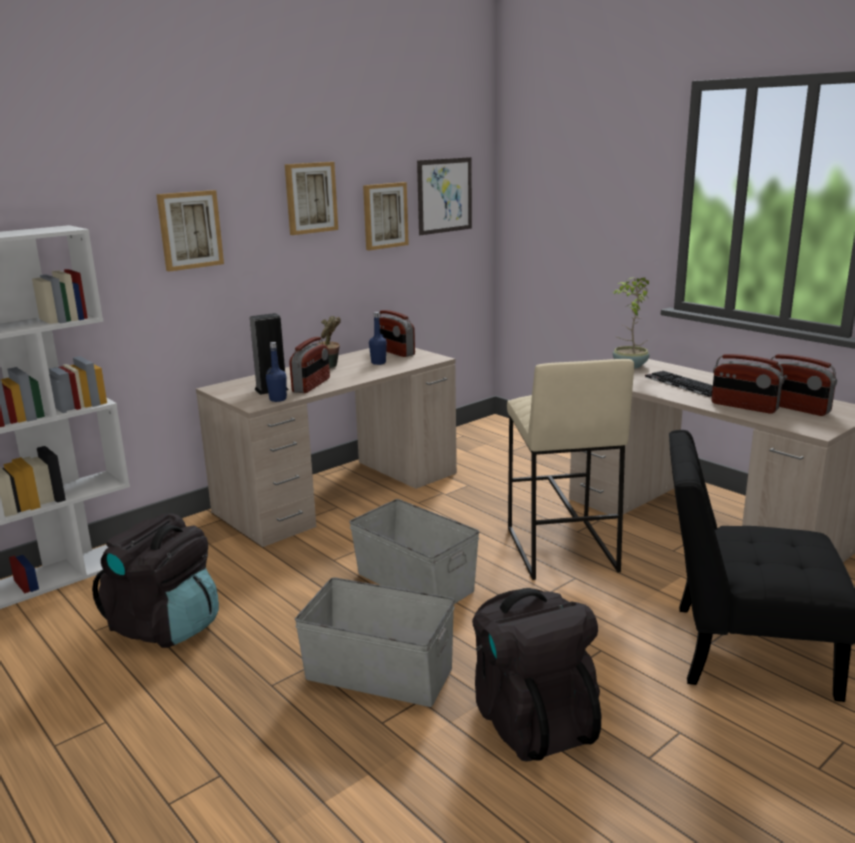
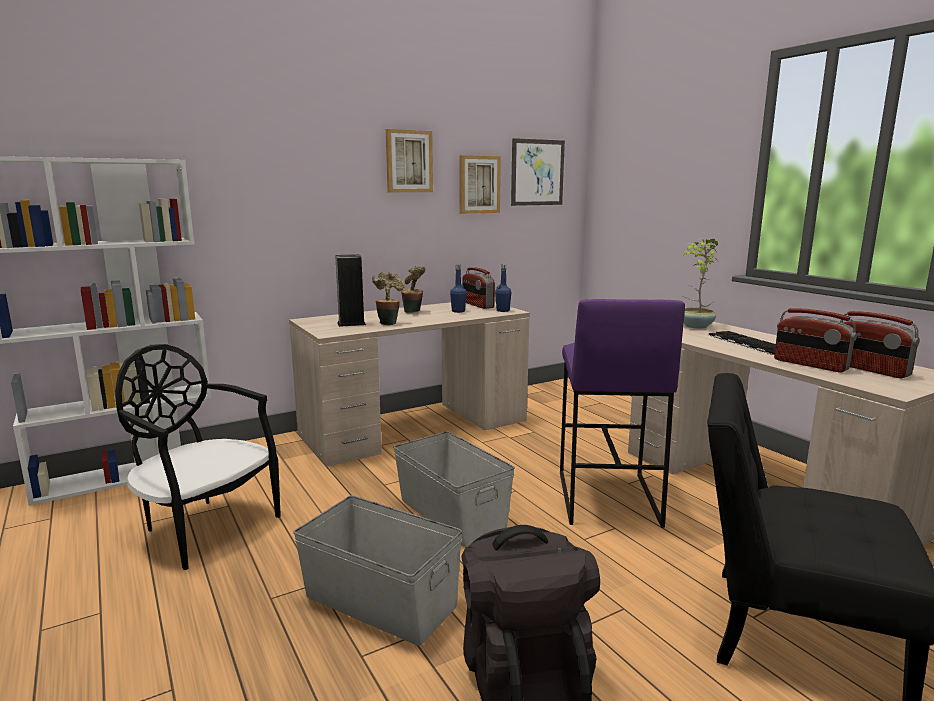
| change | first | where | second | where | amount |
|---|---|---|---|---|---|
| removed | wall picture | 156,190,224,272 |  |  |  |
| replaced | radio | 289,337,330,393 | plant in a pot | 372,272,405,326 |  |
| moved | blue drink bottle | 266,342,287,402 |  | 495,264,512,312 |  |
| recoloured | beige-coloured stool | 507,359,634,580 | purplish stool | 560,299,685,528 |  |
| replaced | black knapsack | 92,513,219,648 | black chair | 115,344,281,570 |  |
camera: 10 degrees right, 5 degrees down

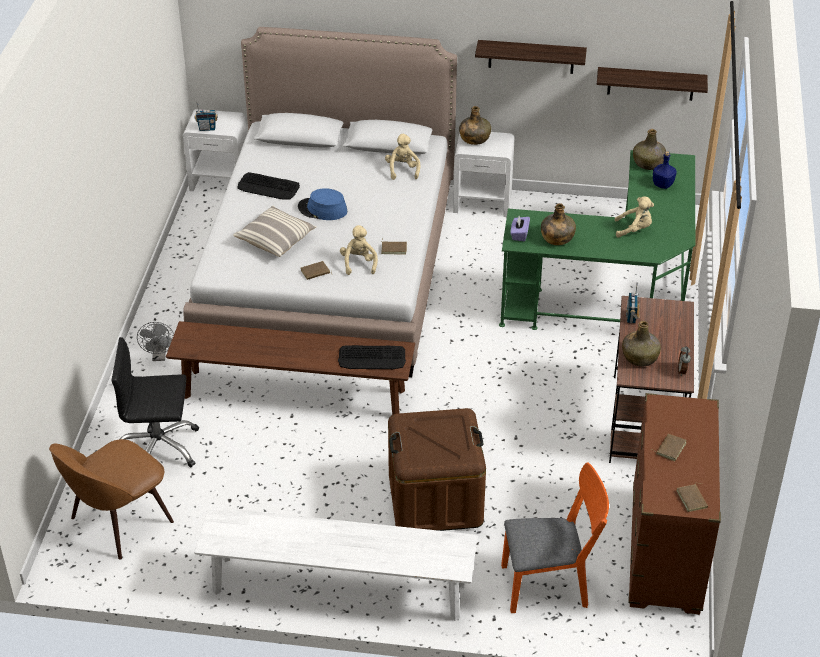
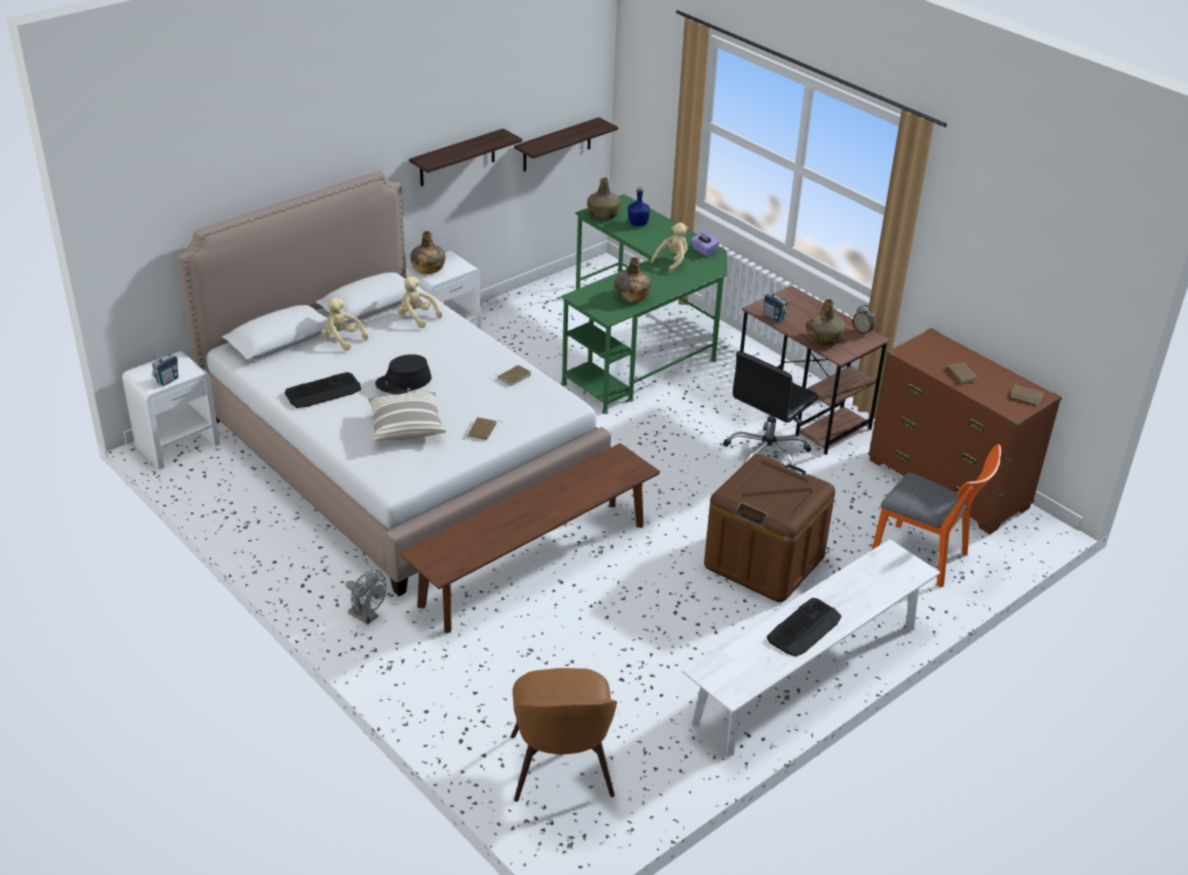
| change | first | where | second | where | amount |
|---|---|---|---|---|---|
| recoloured | blue wearable hat | 298,188,347,220 | black wearable hat | 375,354,431,394 |  |
| moved | purplish tissue holder | 511,216,530,241 |  | 691,232,720,256 |  |
| moved | beige-coloured cuddly toy | 340,225,378,275 |  | 322,298,368,351 |  |
| moved | black desk chair | 111,337,199,467 |  | 723,351,819,471 |  |
| moved | computer keyboard | 338,345,406,370 |  | 767,598,842,657 |  |
| turned | orangey chair | 501,462,609,613 |  | 872,444,1001,588 | 90 degrees clockwise |
camera: 50 degrees left, 5 degrees down

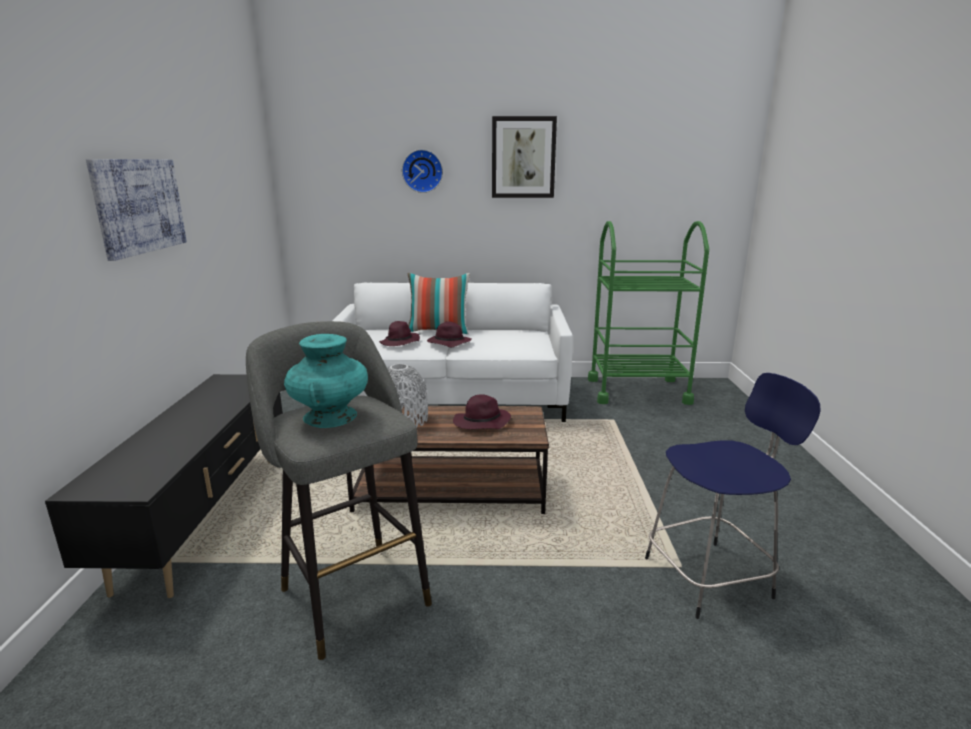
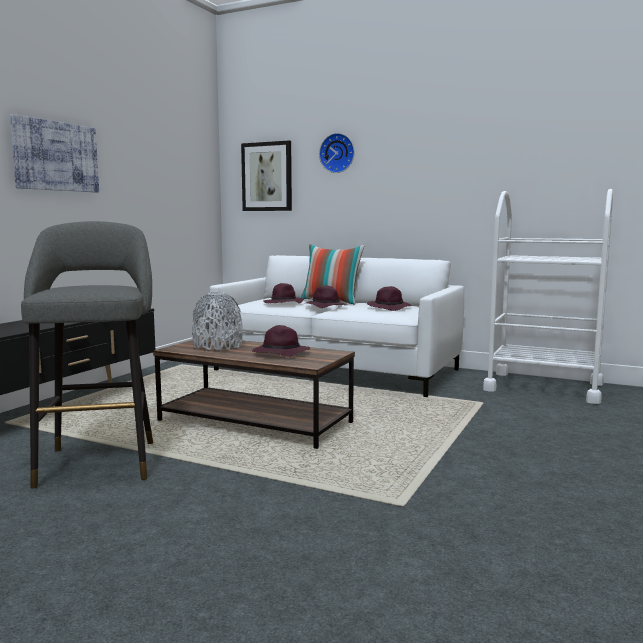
| change | first | where | second | where | amount |
|---|---|---|---|---|---|
| moved | wall picture | 492,116,557,198 |  | 241,141,292,211 |  |
| recoloured | green cart | 588,221,709,405 | white-coloured cart | 483,189,613,404 |  |
| removed | blue-green decorative vase | 284,334,368,428 |  |  |  |
| removed | blue stool | 645,373,820,619 |  |  |  |
| added |  |  | purplish wearable hat | 367,286,411,311 |  |
camera: 25 degrees right, 10 degrees down

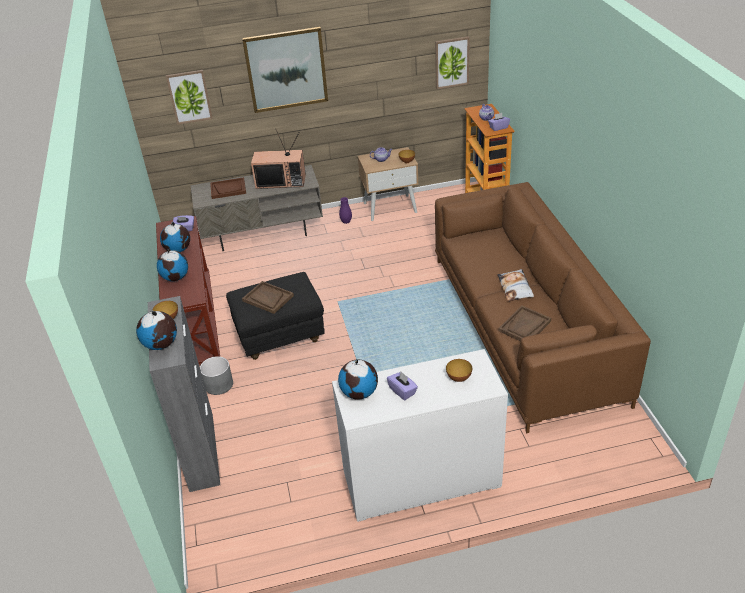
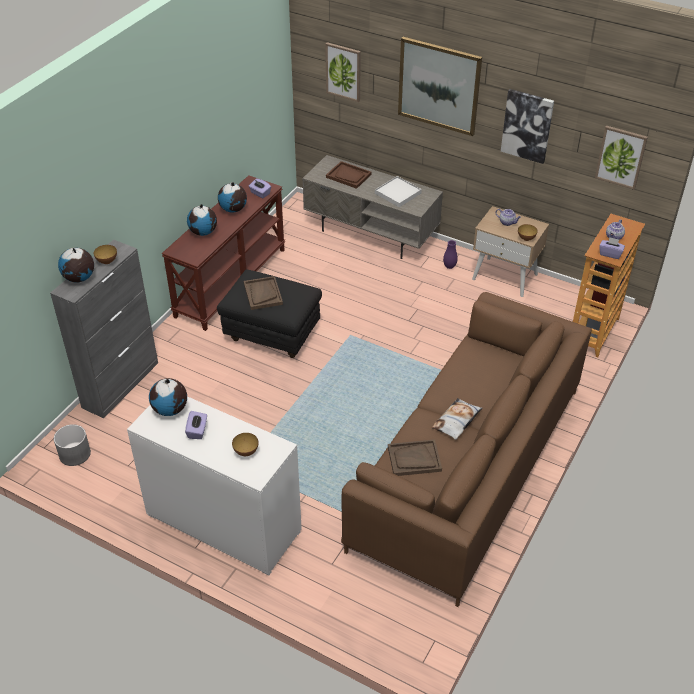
| change | first | where | second | where | amount |
|---|---|---|---|---|---|
| replaced | television | 251,130,306,189 | white-coloured tray | 375,176,422,207 |  |
| moved | grey planter | 200,356,233,395 |  | 54,424,91,466 |  |
| added |  |  | wall picture | 501,89,554,164 |  |
camera: 40 degrees right, 5 degrees up

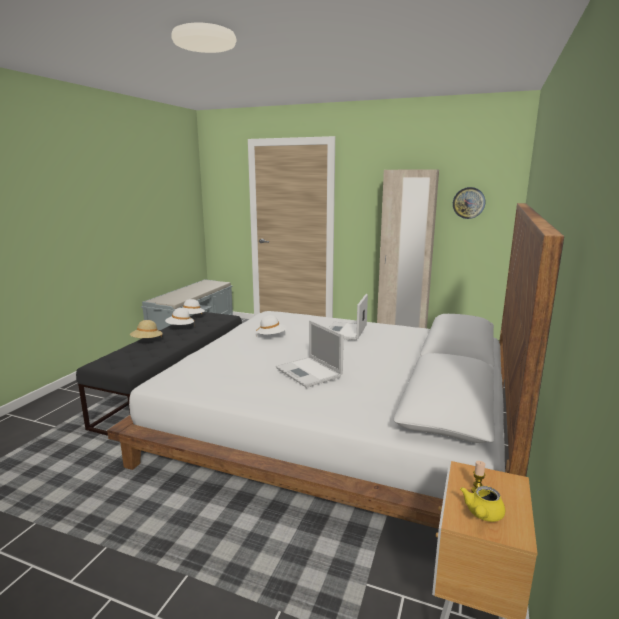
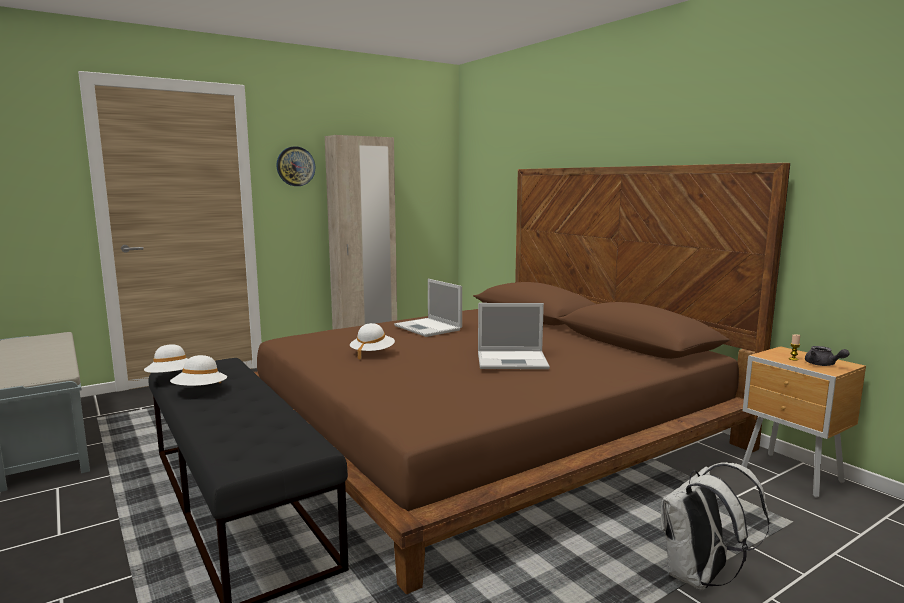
| change | first | where | second | where | amount |
|---|---|---|---|---|---|
| moved | hanging clock | 453,187,485,219 |  | 277,146,315,186 |  |
| recoloured | white-coloured bedroom bed | 107,203,564,529 | brown-coloured bedroom bed | 254,163,790,594 |  |
| removed | beige-coloured wearable hat | 130,320,163,338 |  |  |  |
| recoloured | yellow-coloured teapot | 460,486,505,522 | grey teapot | 805,346,850,366 |  |
| added |  |  | white-coloured knapsack | 661,462,769,590 |  |
camera: 55 degrees left, 5 degrees down

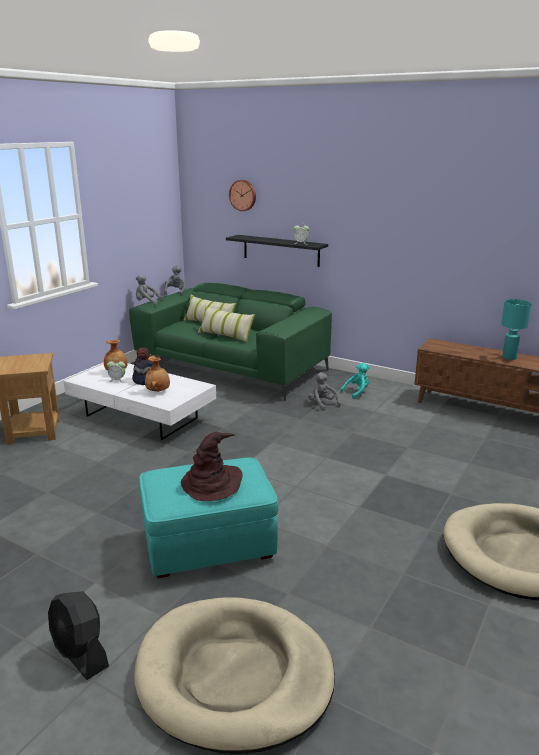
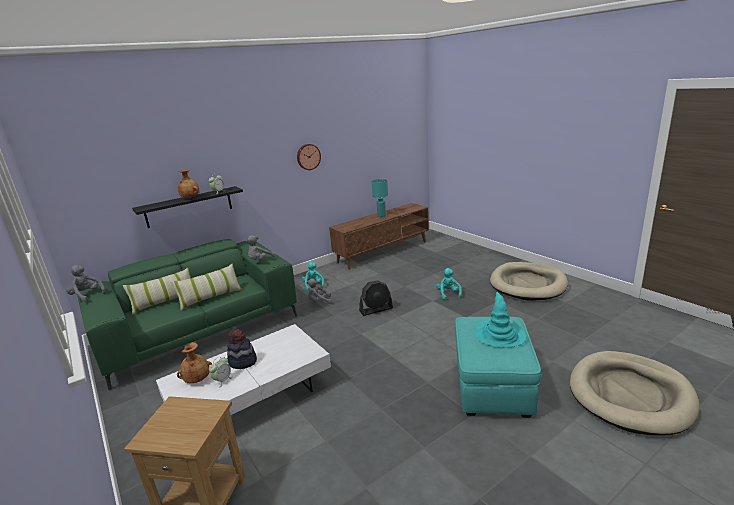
| change | first | where | second | where | amount |
|---|---|---|---|---|---|
| moved | hanging clock | 229,180,256,211 |  | 297,144,321,170 |  |
| moved | grey cuddly toy | 136,274,163,305 |  | 246,235,276,260 |  |
| moved | brown-coloured decorative vase | 145,356,170,392 |  | 178,169,199,198 |  |
| recoloured | brown-coloured wearable hat | 181,432,242,501 | blue-green wearable hat | 475,292,526,348 |  |
| moved | black cooling fan | 48,591,109,680 |  | 359,280,393,316 |  |
| added |  |  | blue-green cuddly toy | 436,268,462,300 |  |
camera: 65 degrees left, 0 degrees up

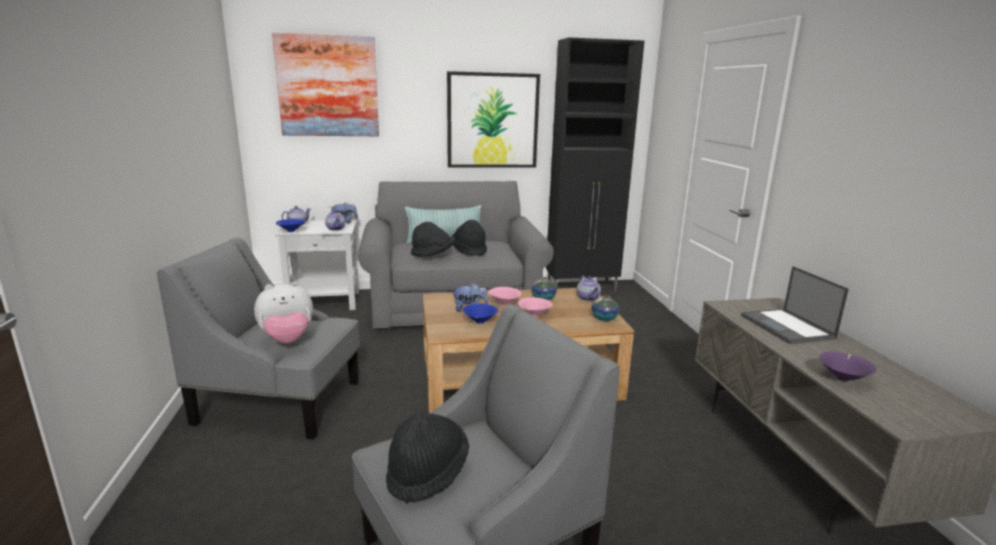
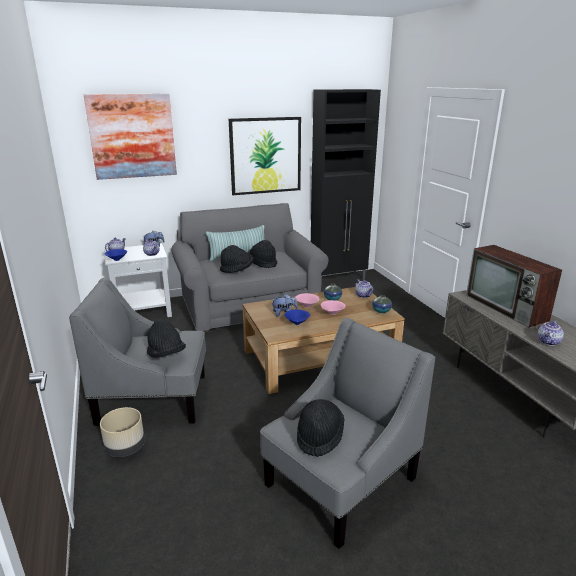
| change | first | where | second | where | amount |
|---|---|---|---|---|---|
| replaced | portable computer | 741,266,849,344 | television | 466,245,562,328 |  |
| replaced | cuddly toy | 254,282,313,343 | black wearable hat | 147,319,186,358 |  |
| replaced | purplish serving bowl | 819,351,877,382 | teapot | 537,320,564,346 |  |
| added |  |  | beige-coloured planter | 100,407,145,457 |  |
camera: 10 degrees left, 5 degrees up

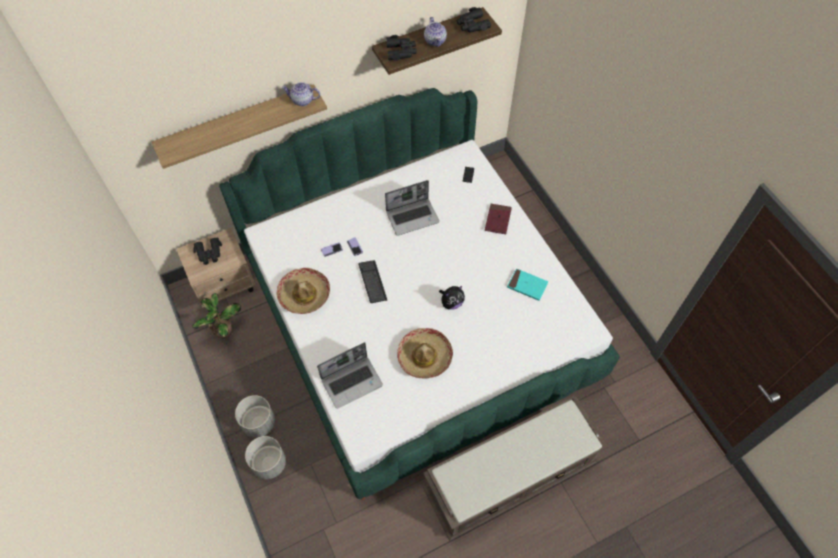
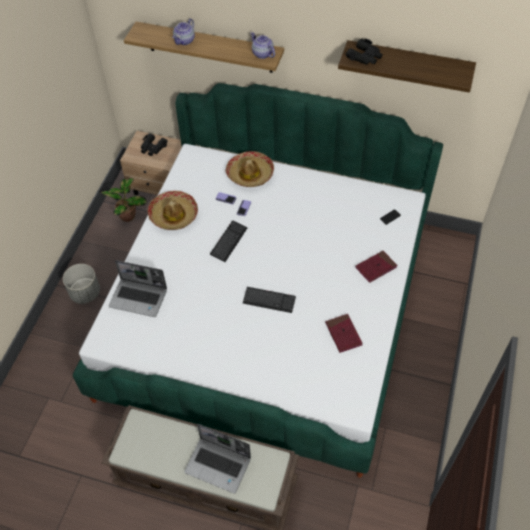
| change | first | where | second | where | amount |
|---|---|---|---|---|---|
| removed | black binoculars | 457,7,491,33 |  |  |  |
| moved | teapot | 424,17,447,47 |  | 172,19,195,45 |  |
| moved | portable computer | 385,180,439,236 |  | 184,424,251,494 |  |
| recoloured | blue-green book | 507,268,548,301 | red book | 325,314,362,353 |  |
| replaced | cuddly toy | 439,286,465,310 | computer keyboard | 243,287,296,313 |  |
| moved | wearable hat | 397,328,453,379 |  | 225,151,274,187 |  |
| removed | grey planter | 245,436,286,479 |  |  |  |
camera: 45 degrees right, 5 degrees down

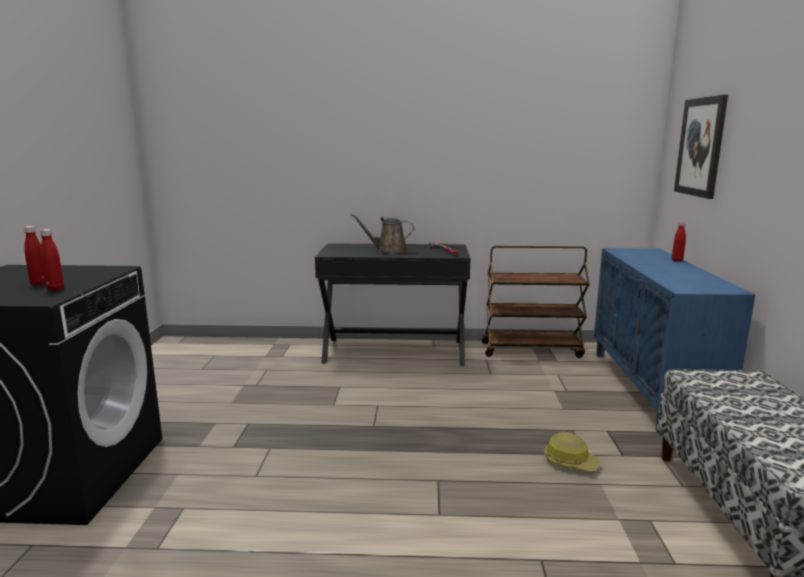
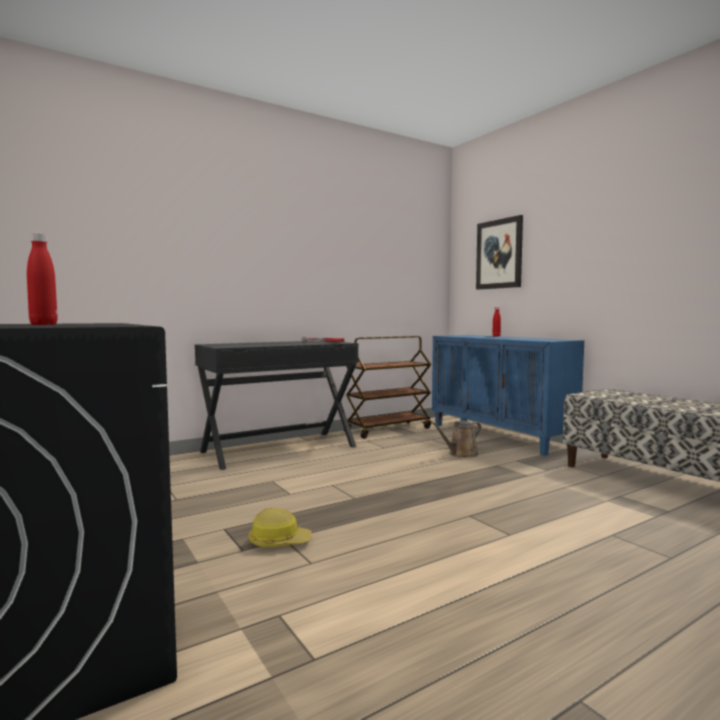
| change | first | where | second | where | amount |
|---|---|---|---|---|---|
| moved | brown-coloured watering can | 350,214,414,254 |  | 431,421,482,457 |  |
| removed | red drink bottle | 40,229,64,291 |  |  |  |
| moved | hard hat | 544,431,601,472 |  | 248,508,312,547 |  |
camera: 35 degrees left, 10 degrees down

